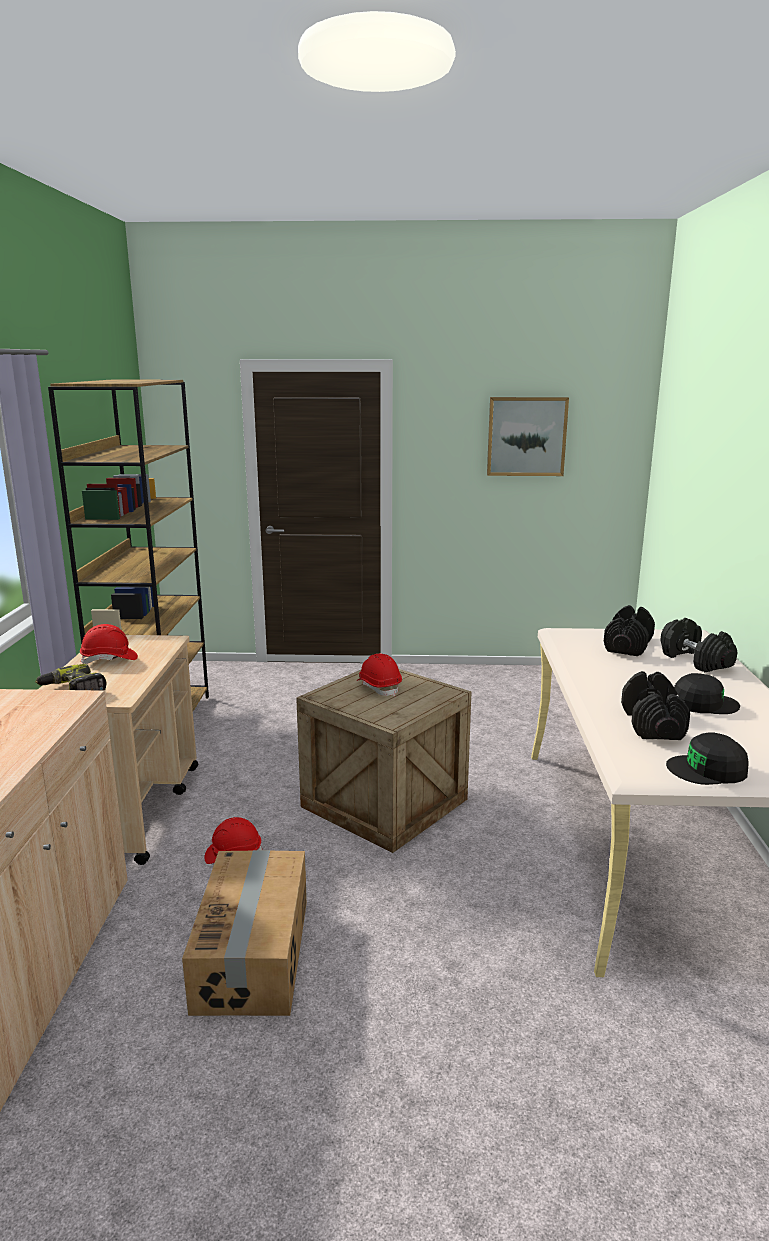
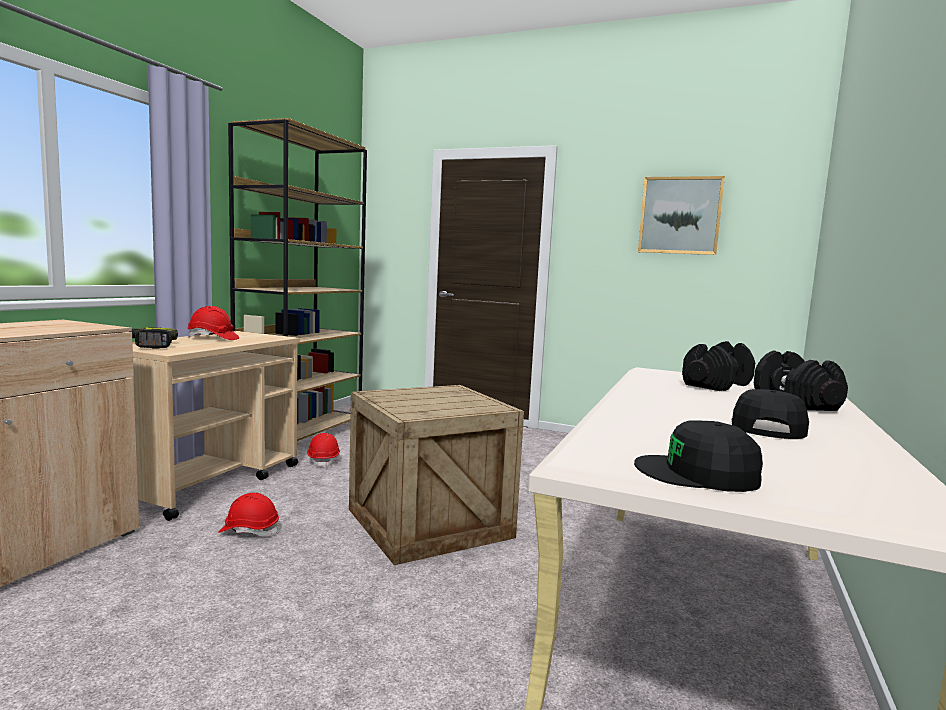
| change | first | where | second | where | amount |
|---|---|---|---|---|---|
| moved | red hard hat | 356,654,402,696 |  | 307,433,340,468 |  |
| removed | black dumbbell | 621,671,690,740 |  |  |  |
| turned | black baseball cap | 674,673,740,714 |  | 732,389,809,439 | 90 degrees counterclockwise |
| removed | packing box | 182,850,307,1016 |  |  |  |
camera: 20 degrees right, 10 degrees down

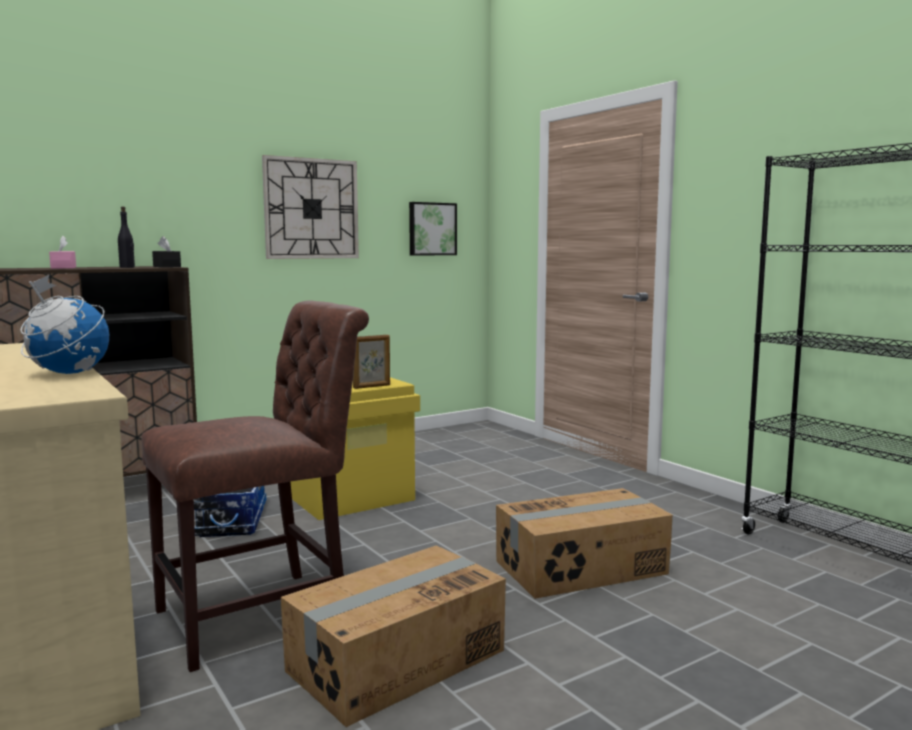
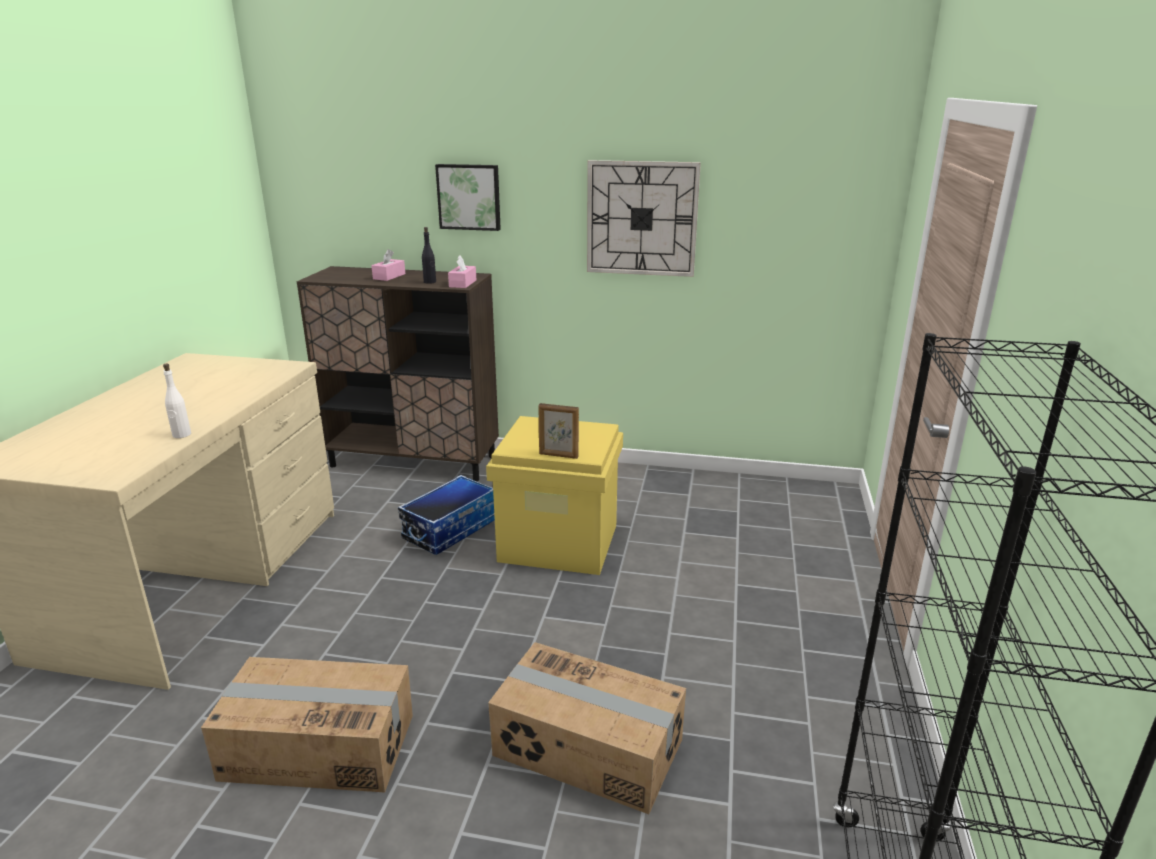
| change | first | where | second | where | amount |
|---|---|---|---|---|---|
| moved | wall picture | 409,202,457,256 |  | 435,164,501,231 |  |
| recoloured | black tissue holder | 152,236,181,268 | pink tissue holder | 448,255,476,288 |  |
| replaced | globe | 20,275,109,374 | white-coloured drink bottle | 163,364,191,438 |  |
| removed | brown-coloured chair | 142,300,369,672 |  |  |  |
camera: 45 degrees right, 15 degrees up

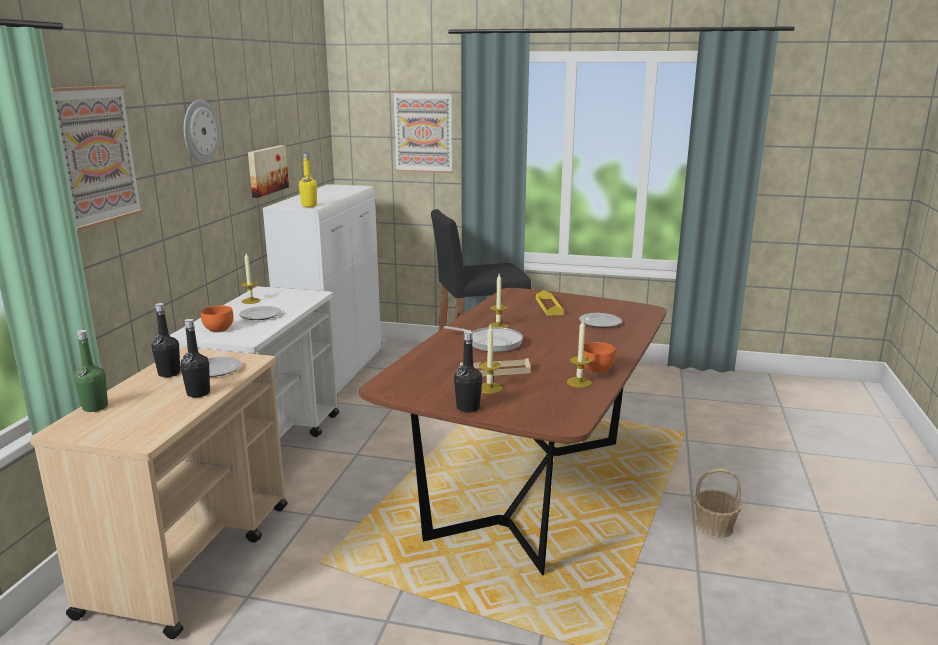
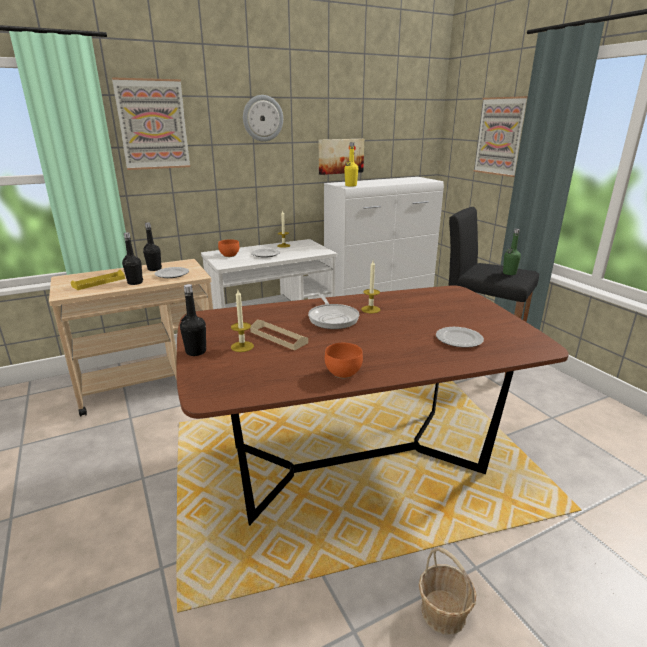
| change | first | where | second | where | amount |
|---|---|---|---|---|---|
| moved | yellow-coloured tray | 536,290,564,316 |  | 71,269,125,290 |  |
| removed | wax light | 567,320,592,388 |  |  |  |
| moved | green drink bottle | 74,330,108,412 |  | 503,229,521,275 |  |
camera: 50 degrees right, 5 degrees up

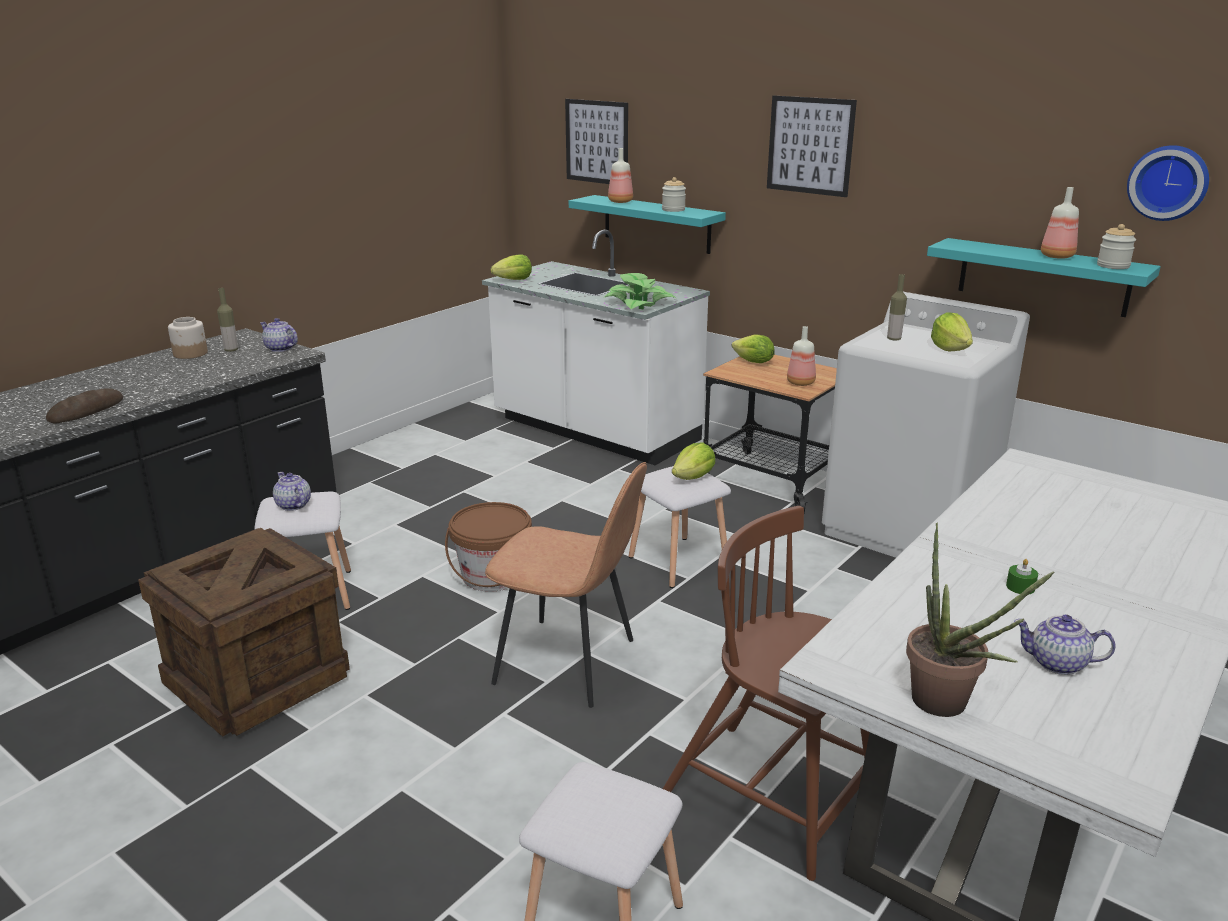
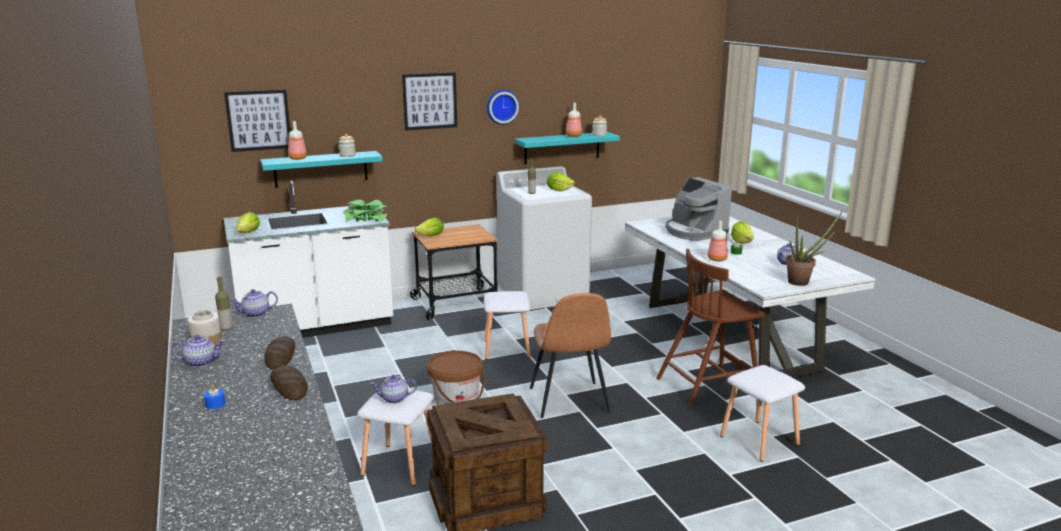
| change | first | where | second | where | amount |
|---|---|---|---|---|---|
| moved | hanging clock | 1127,145,1209,221 |  | 487,90,519,125 |  |
| moved | drink bottle | 787,326,816,386 |  | 708,220,728,261 |  |
| moved | head of lettuce | 672,442,716,480 |  | 731,221,754,244 |  |
| turned | brown-coloured chair | 485,462,647,708 |  | 530,293,611,418 | 120 degrees clockwise |
| added |  |  | coffee maker | 665,177,732,240 |  |
| added |  |  | teapot | 171,335,225,367 |  |
| added |  |  | baked bread | 264,336,295,370 |  |
| added |  |  | blue wax light | 204,385,225,409 |  |
camera: 60 degrees left, 5 degrees down

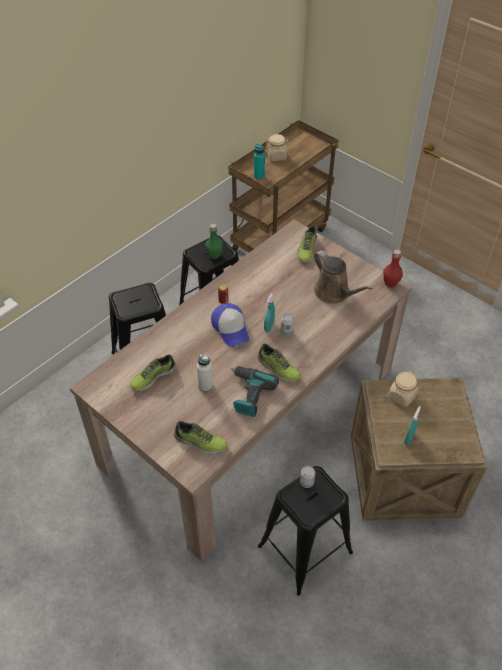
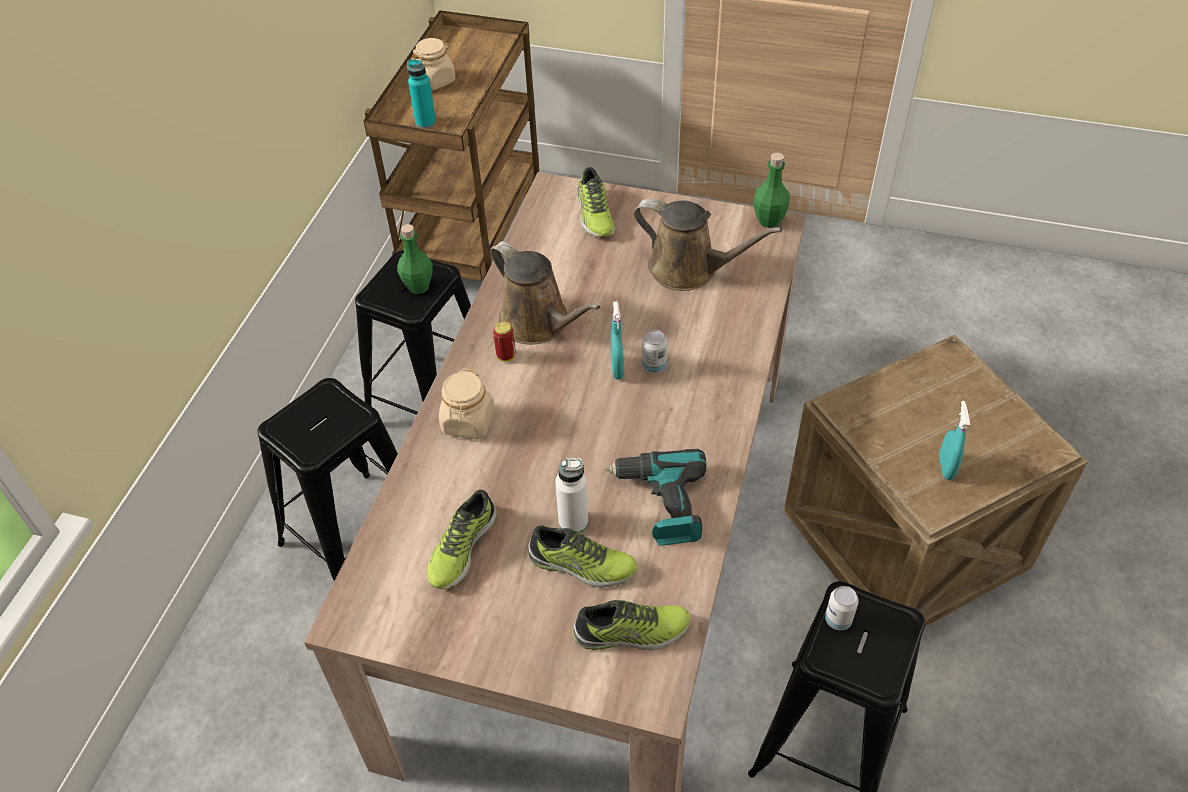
| change | first | where | second | where | amount |
|---|---|---|---|---|---|
| recoloured | red drink bottle | 383,250,403,288 | green drink bottle | 754,153,790,228 |  |
| removed | baseball cap | 211,303,249,347 |  |  |  |
| moved | low shoe | 257,344,301,382 |  | 527,525,638,588 |  |
| moved | beige-coloured jar | 388,371,418,406 |  | 439,368,495,440 |  |
| added |  |  | brown-coloured watering can | 490,241,600,345 |  |
camera: 25 degrees left, 0 degrees up

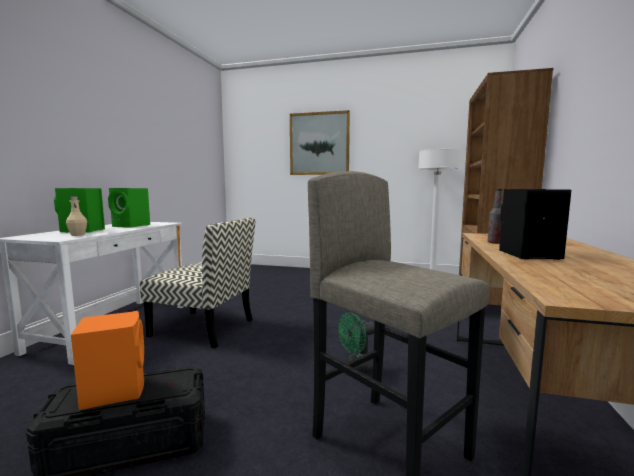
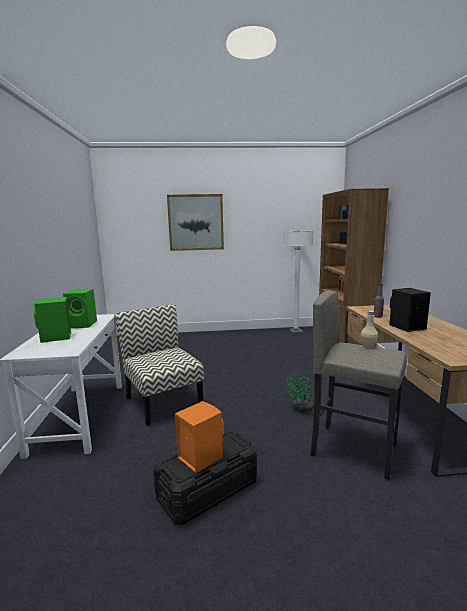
| change | first | where | second | where | amount |
|---|---|---|---|---|---|
| moved | beige-coloured drink bottle | 66,196,87,236 |  | 360,311,378,349 |  |
| turned | chair | 140,217,256,348 |  | 114,304,204,426 | 120 degrees counterclockwise |
camera: 20 degrees left, 5 degrees up

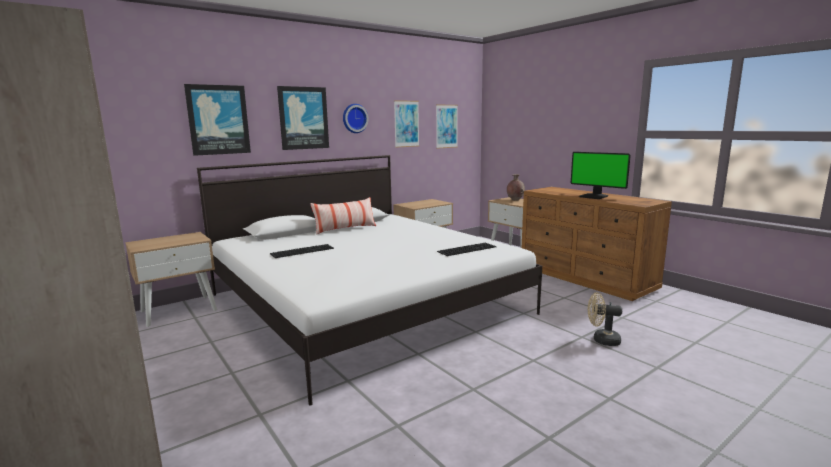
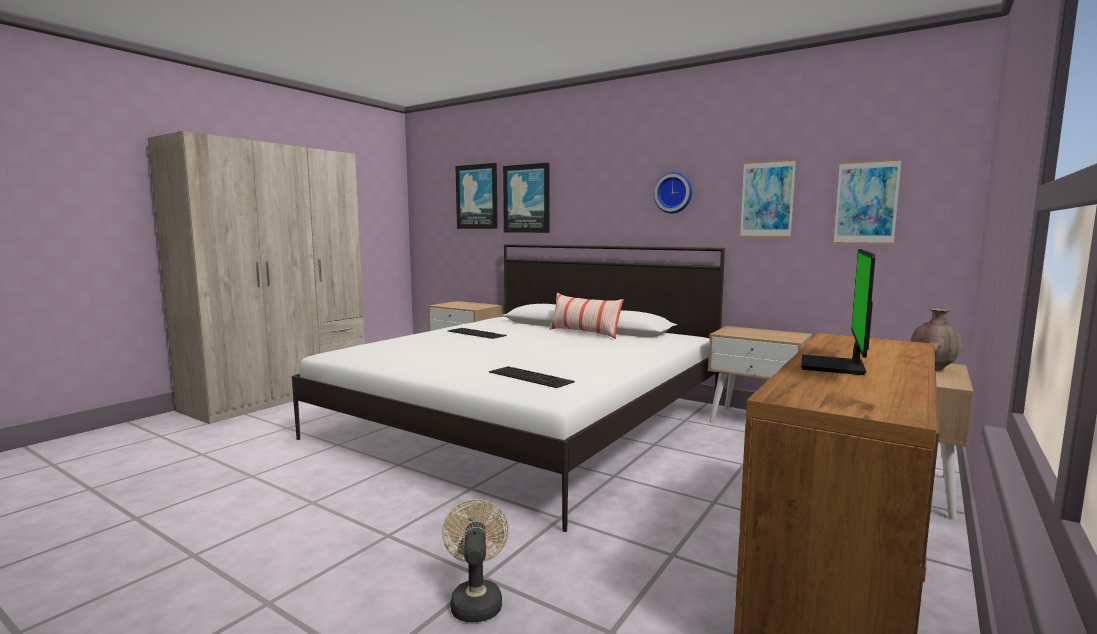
| change | first | where | second | where | amount |
|---|---|---|---|---|---|
| moved | wall picture | 277,86,329,150 |  | 455,163,498,229 |  |
camera: 70 degrees right, 5 degrees down

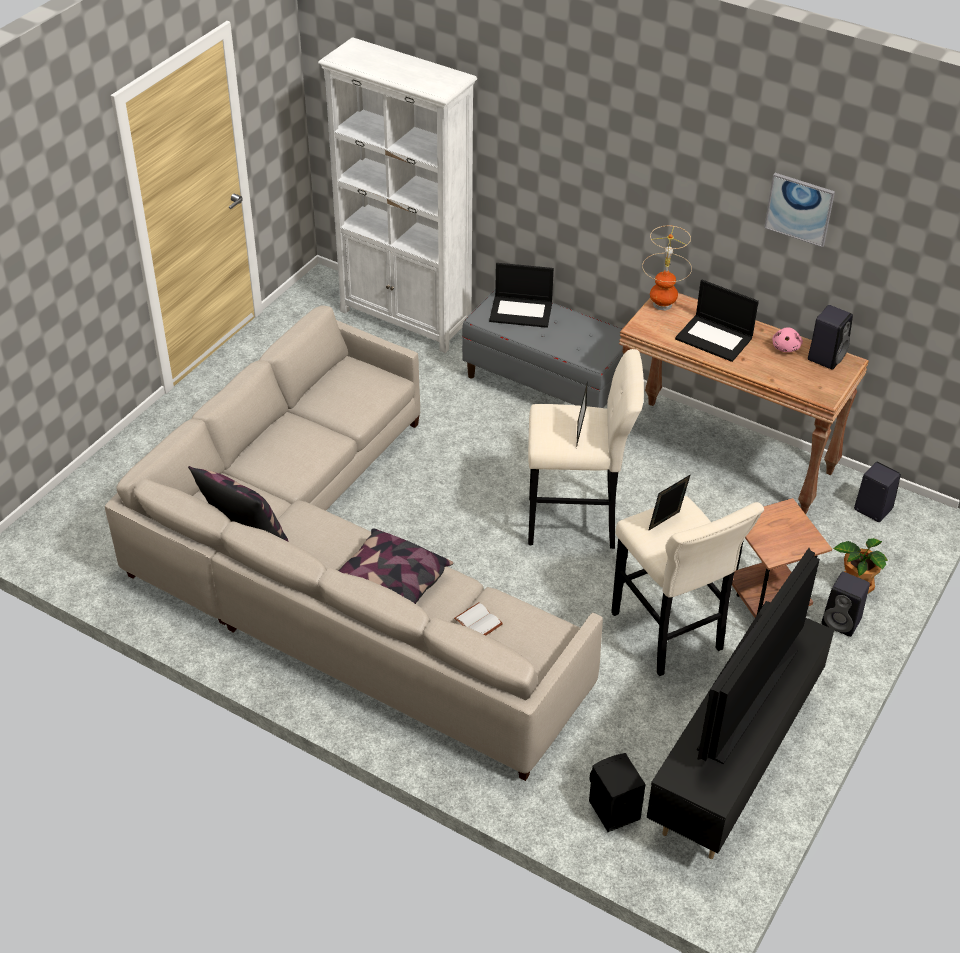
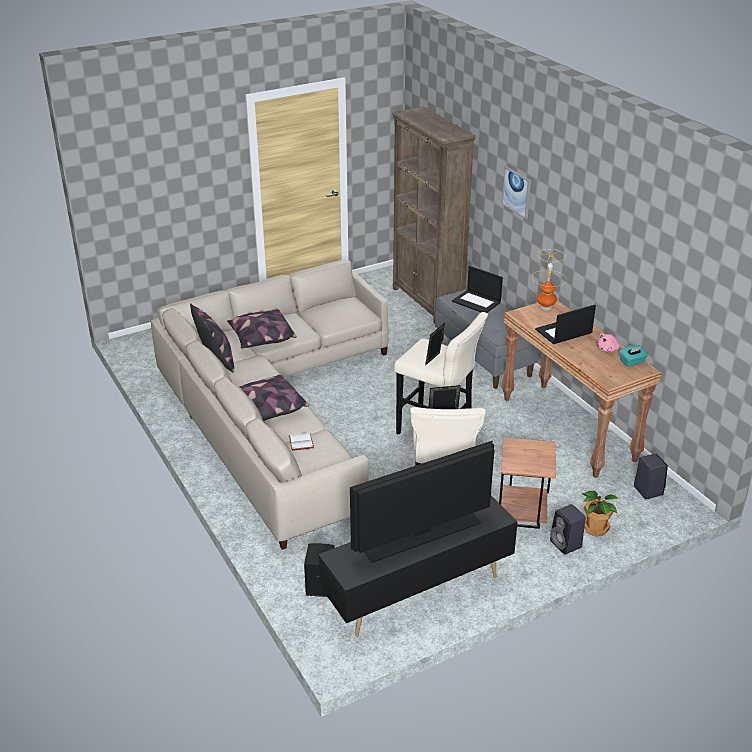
| change | first | where | second | where | amount |
|---|---|---|---|---|---|
| recoloured | white-coloured bookcase | 318,37,477,353 | brown-coloured bookcase | 392,106,476,324 |  |
| moved | wall picture | 764,173,835,247 |  | 502,167,531,219 |  |
| turned | portable computer | 675,280,759,362 |  | 535,305,596,344 | 90 degrees clockwise |
| replaced | black speaker | 808,305,853,370 | blue-green tissue holder | 619,345,648,367 |  |
| added |  |  | throw pillow | 227,309,297,348 |  |
camera: 30 degrees right, 10 degrees down

